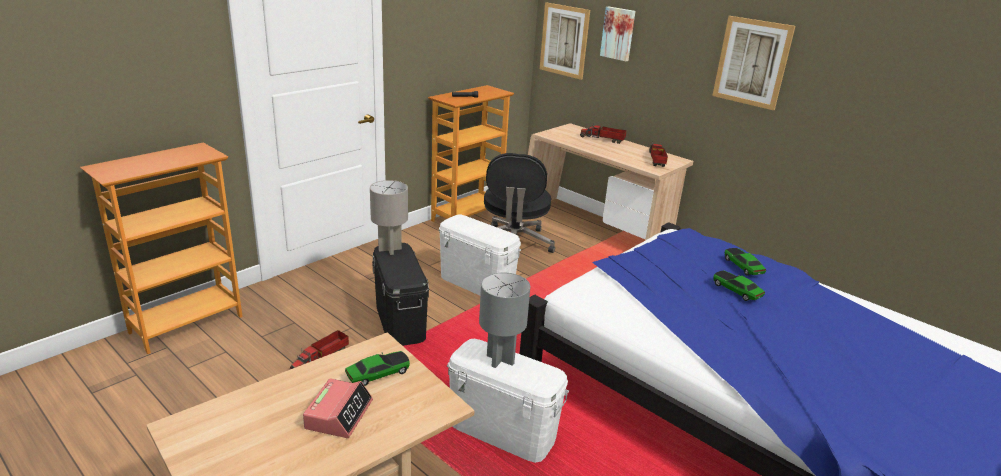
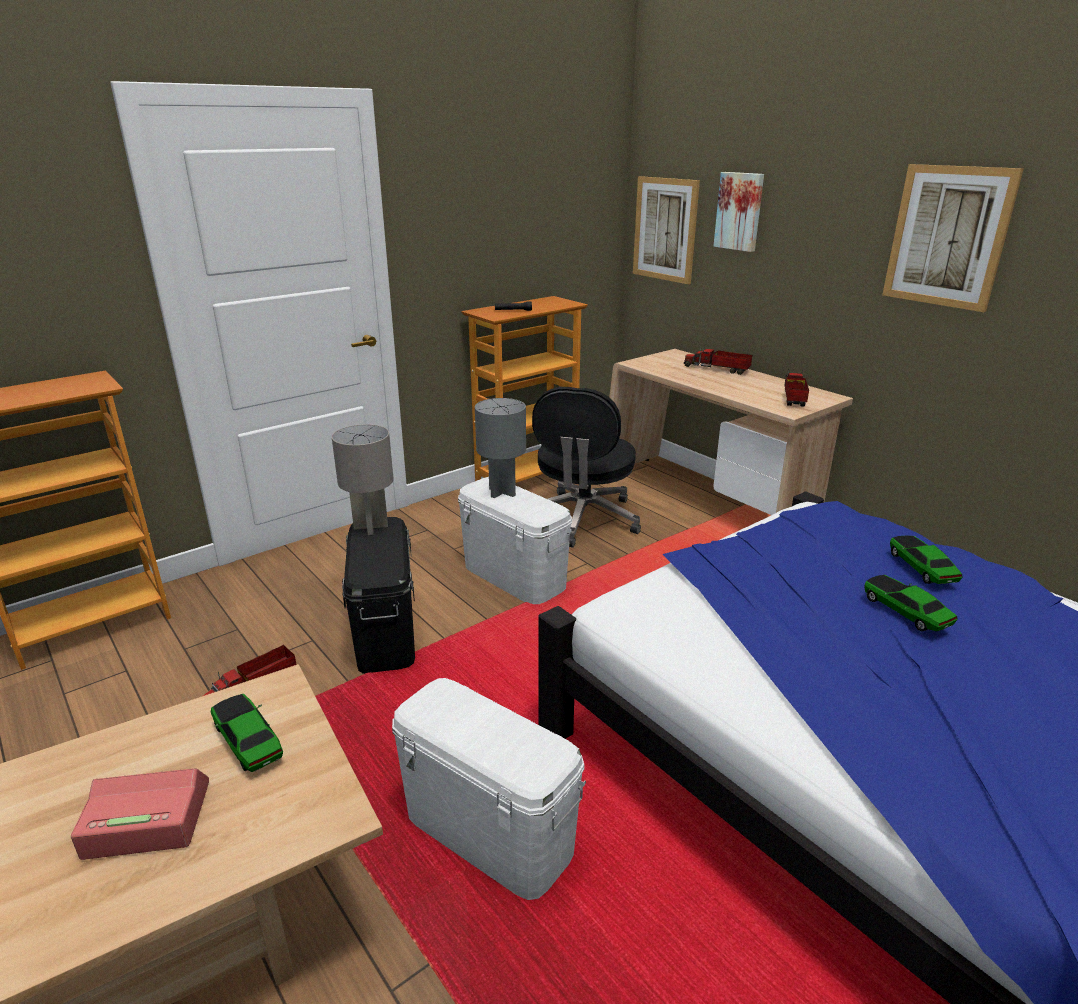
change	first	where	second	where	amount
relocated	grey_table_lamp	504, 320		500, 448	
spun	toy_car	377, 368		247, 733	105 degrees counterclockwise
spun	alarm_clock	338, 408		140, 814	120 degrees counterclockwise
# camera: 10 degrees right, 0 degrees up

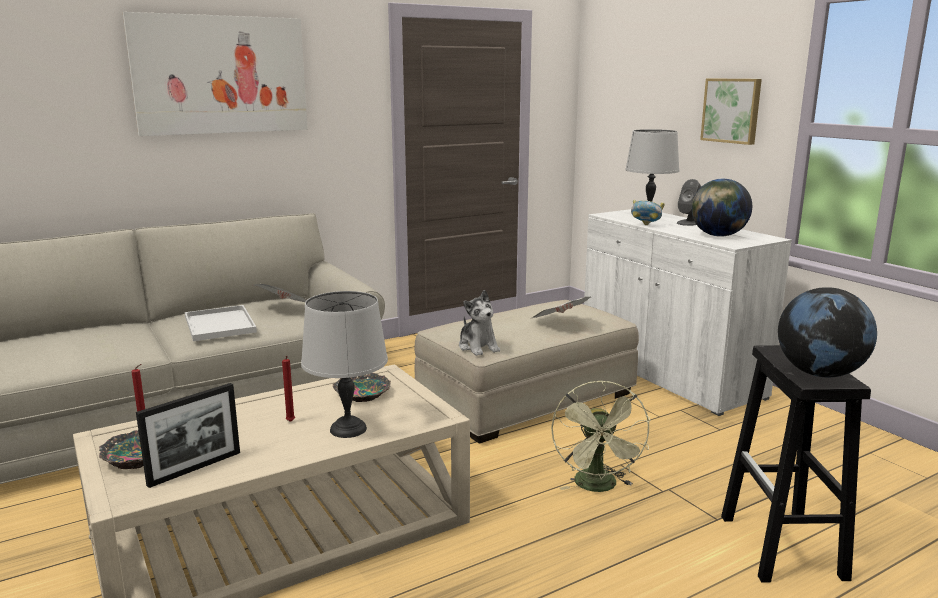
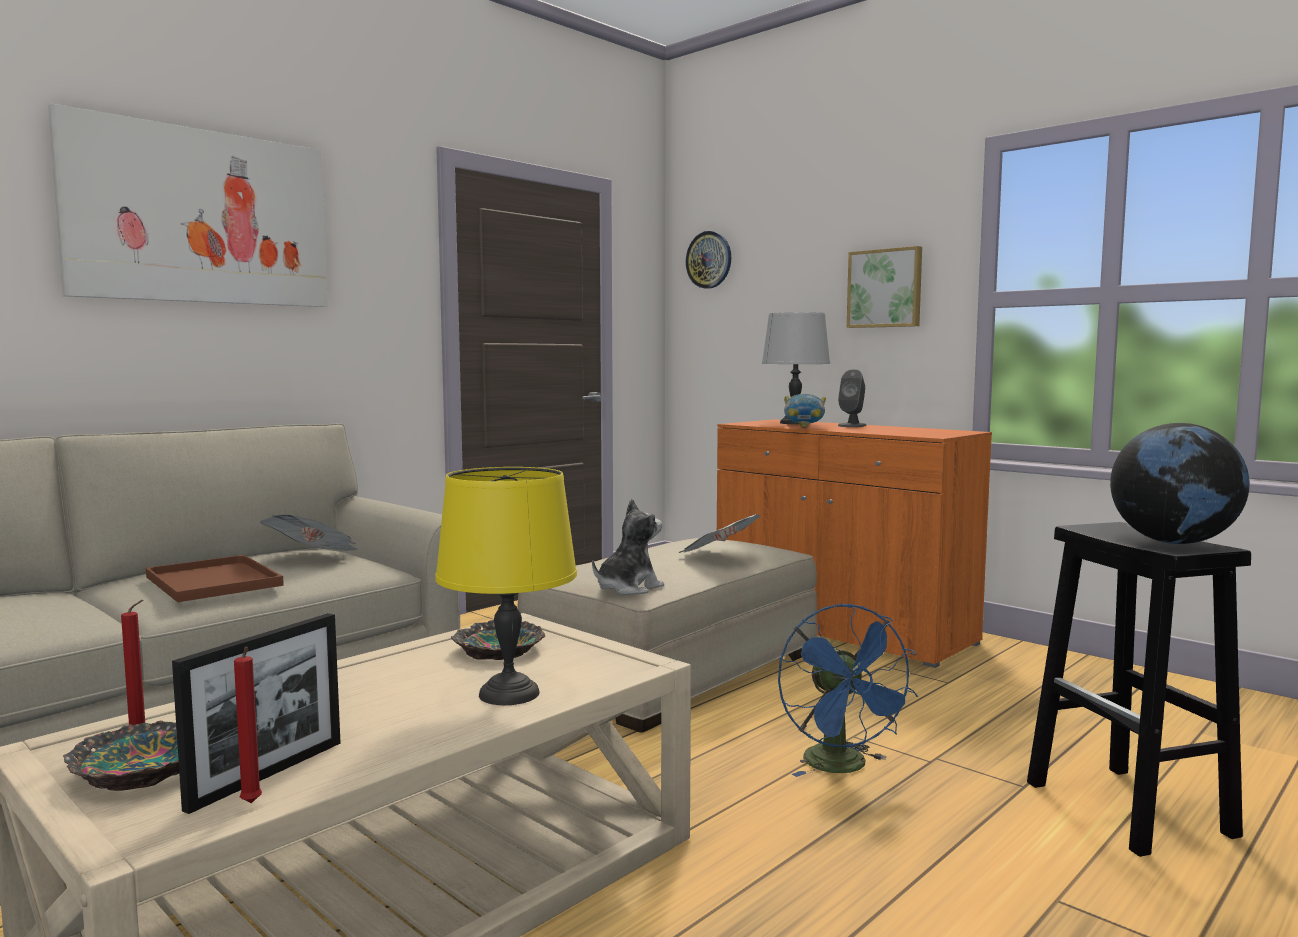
change	first	where	second	where	amount
missing	globe	721, 208			
colour	white_cabinet	688, 312	orange_cabinet	854, 543	
spun	plush_toy	479, 323		628, 547	90 degrees counterclockwise
colour	grey_table_lamp	344, 364	yellow_table_lamp	506, 586	
colour	white_tray	221, 323	brown_tray	215, 578	
relocated	red_candle	288, 389		248, 725	
colour	green_fan	601, 436	blue_fan	848, 690	
appeared			wall_clock	708, 260	
# camera: 15 degrees left, 10 degrees down

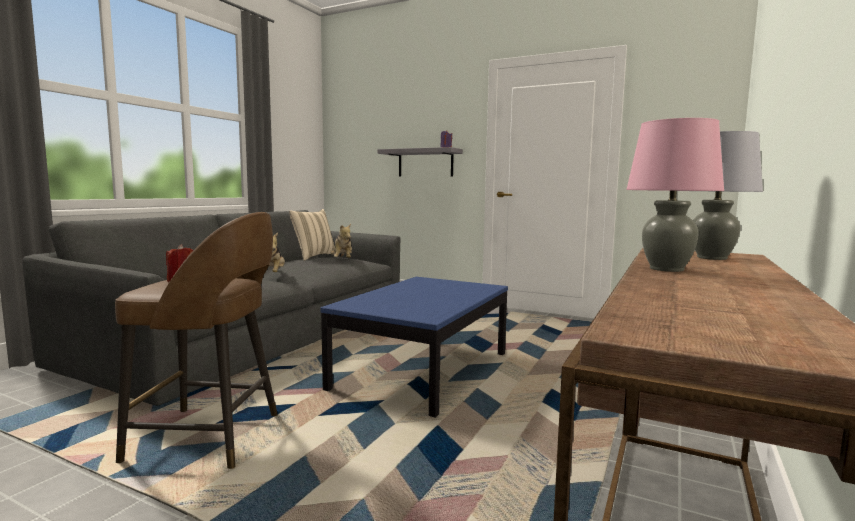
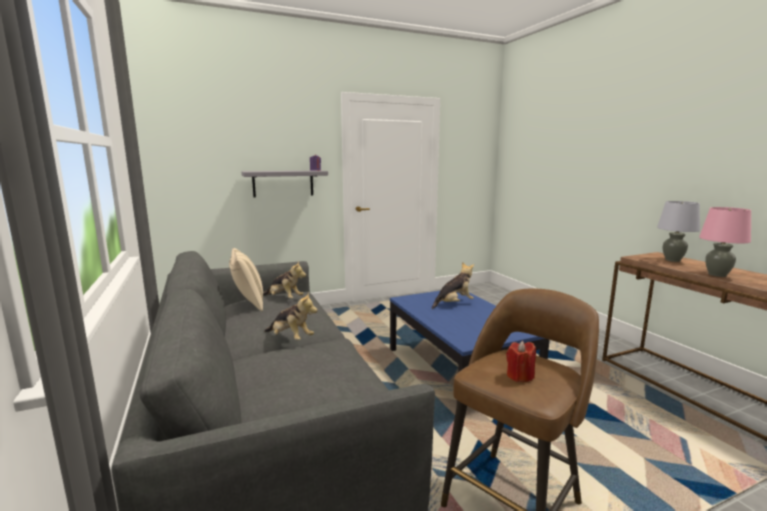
change	first	where	second	where	amount
appeared			plush_toy	453, 285	
# camera: 50 degrees left, 5 degrees up

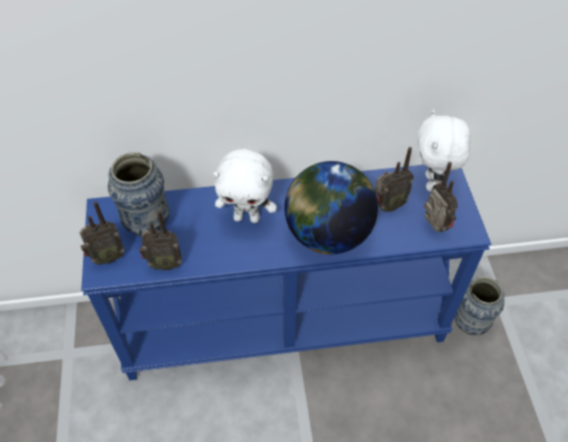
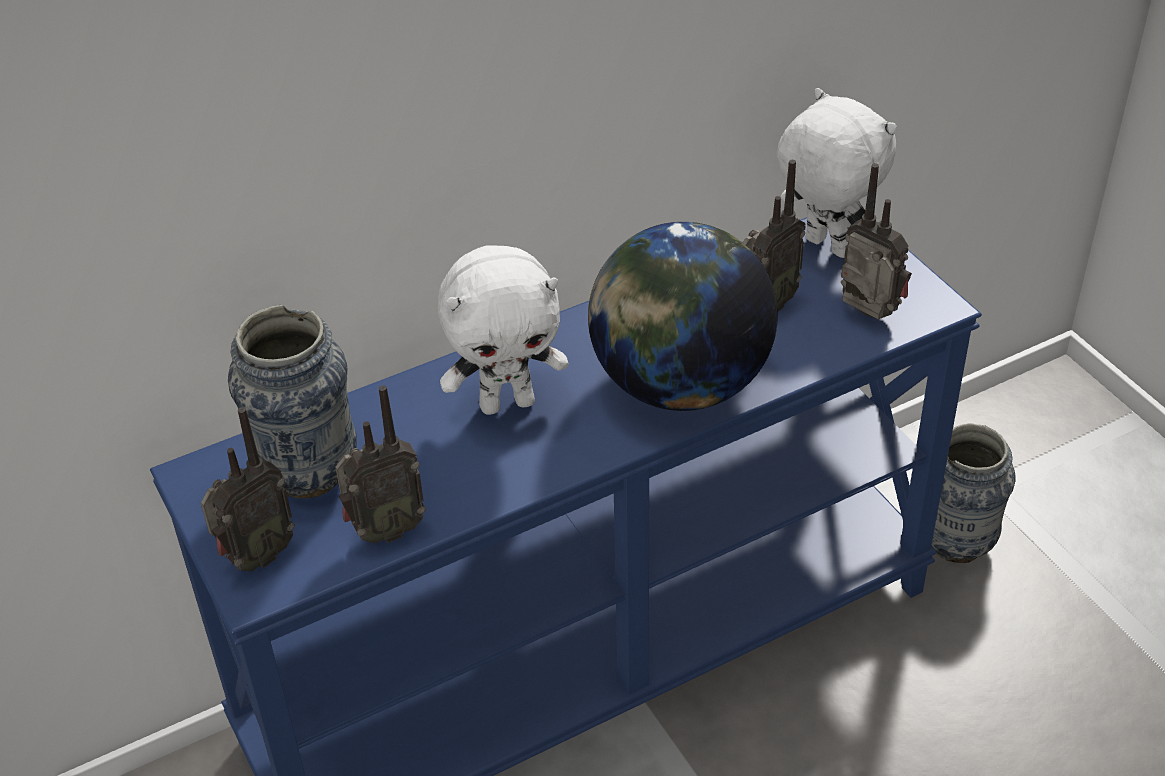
change	first	where	second	where	amount
spun	white_plush_toy	444, 150		836, 173	150 degrees clockwise
# camera: 20 degrees left, 10 degrees down

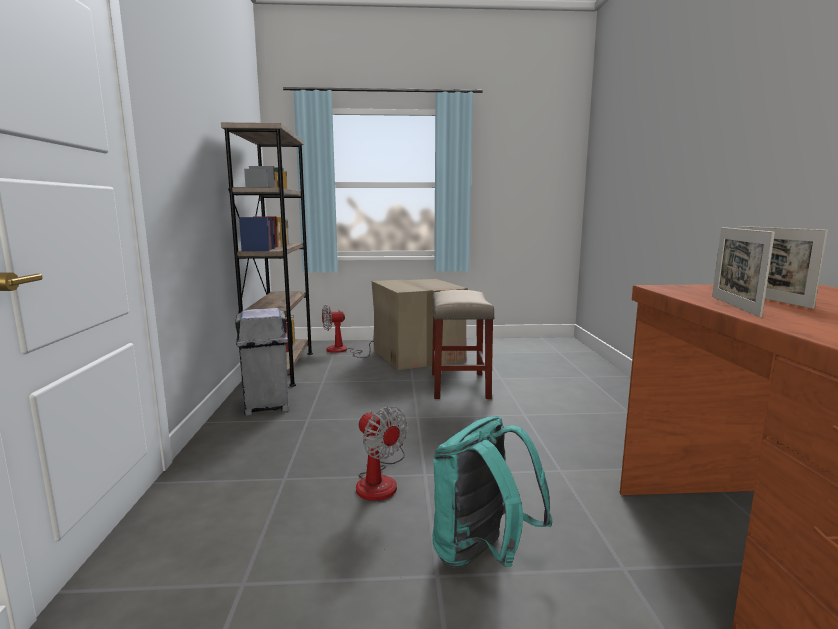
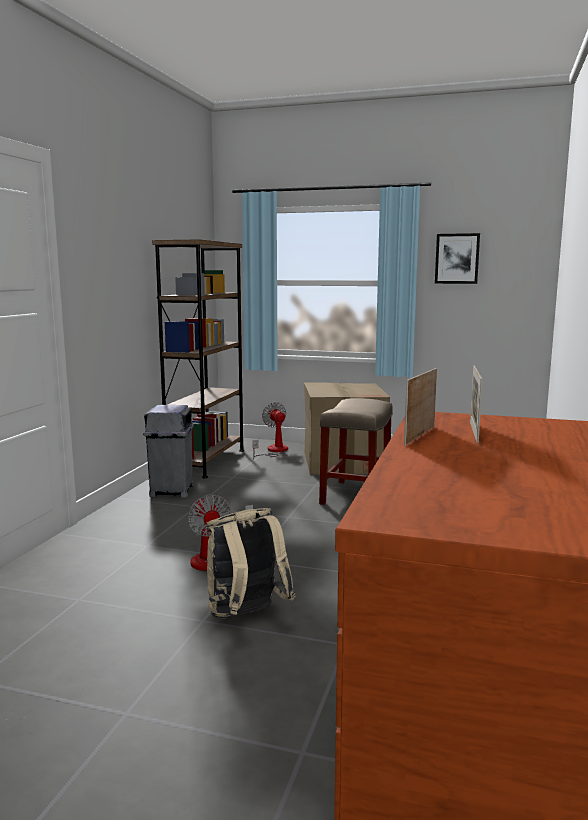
change	first	where	second	where	amount
spun	fan	348, 331		270, 430	60 degrees clockwise
colour	turquoise_backpack	492, 492	beige_backpack	250, 563	
appeared			picture	457, 258	
# camera: 20 degrees right, 0 degrees up

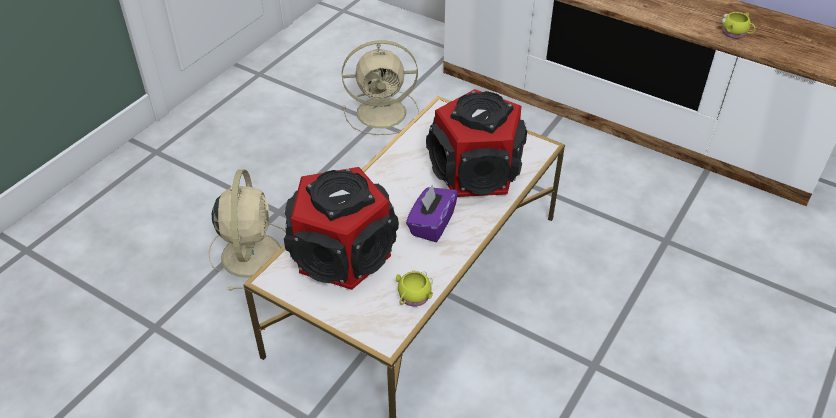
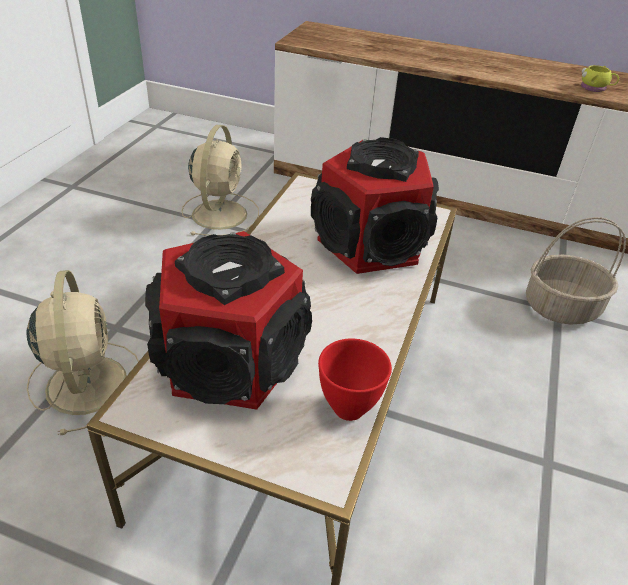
change	first	where	second	where	amount
spun	beige_fan	380, 87		220, 180	60 degrees counterclockwise
missing	purple_tissue_box	432, 213			
exchanged	yellow_mug	414, 288	red_bowl	355, 380	
appeared			basket	576, 270	
# camera: 15 degrees left, 5 degrees down

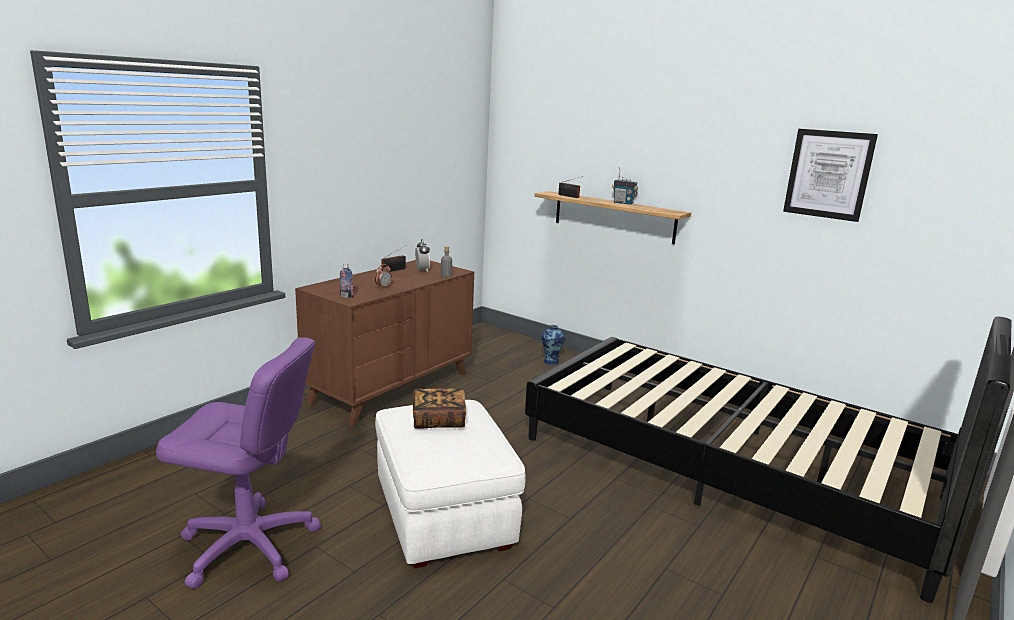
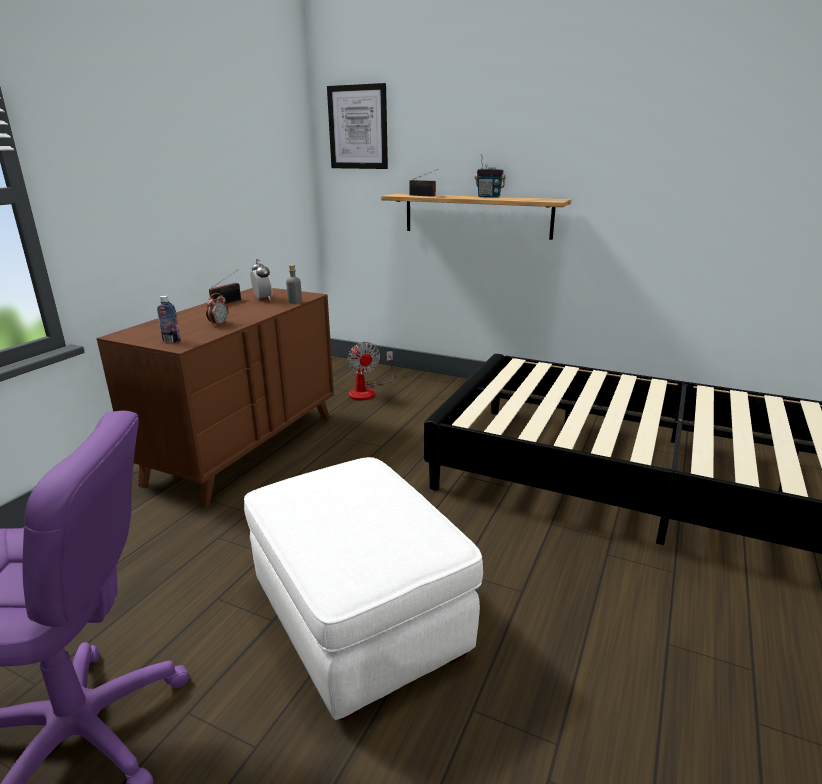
change	first	where	second	where	amount
relocated	picture	830, 175		357, 126	
missing	vase	553, 345			
missing	book	439, 408			
appeared			fan	370, 371	
# camera: 10 degrees left, 5 degrees up

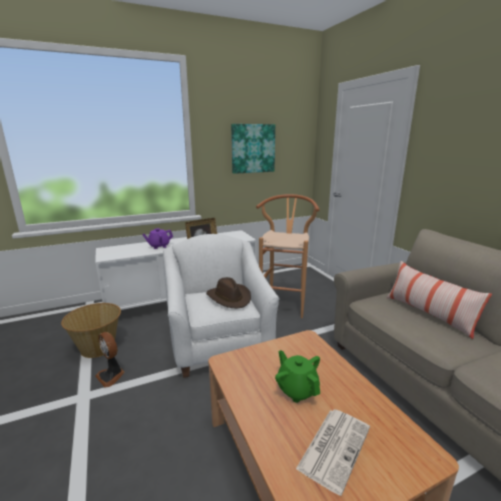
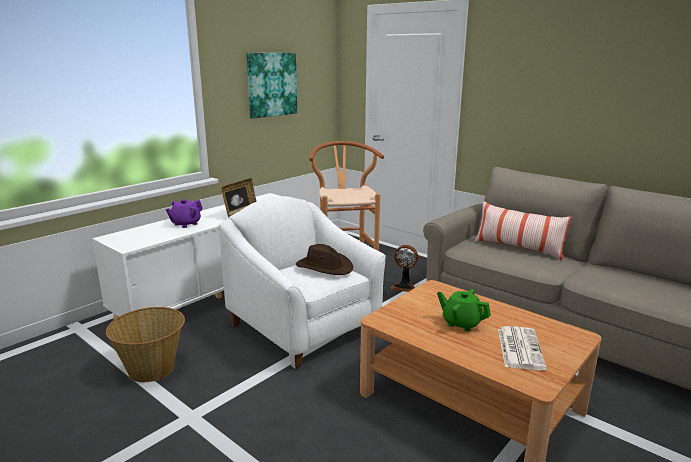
change	first	where	second	where	amount
relocated	fan	110, 360		404, 268	
# camera: 25 degrees left, 0 degrees up

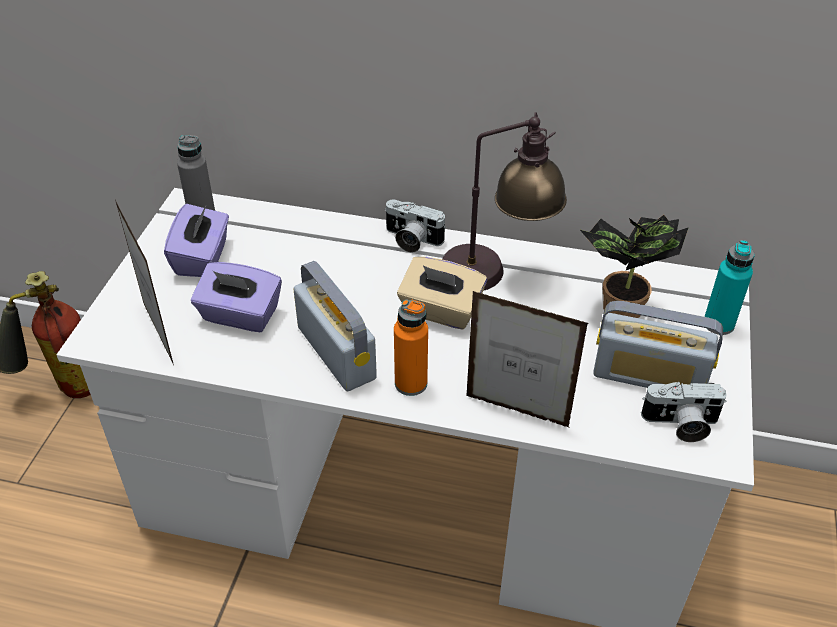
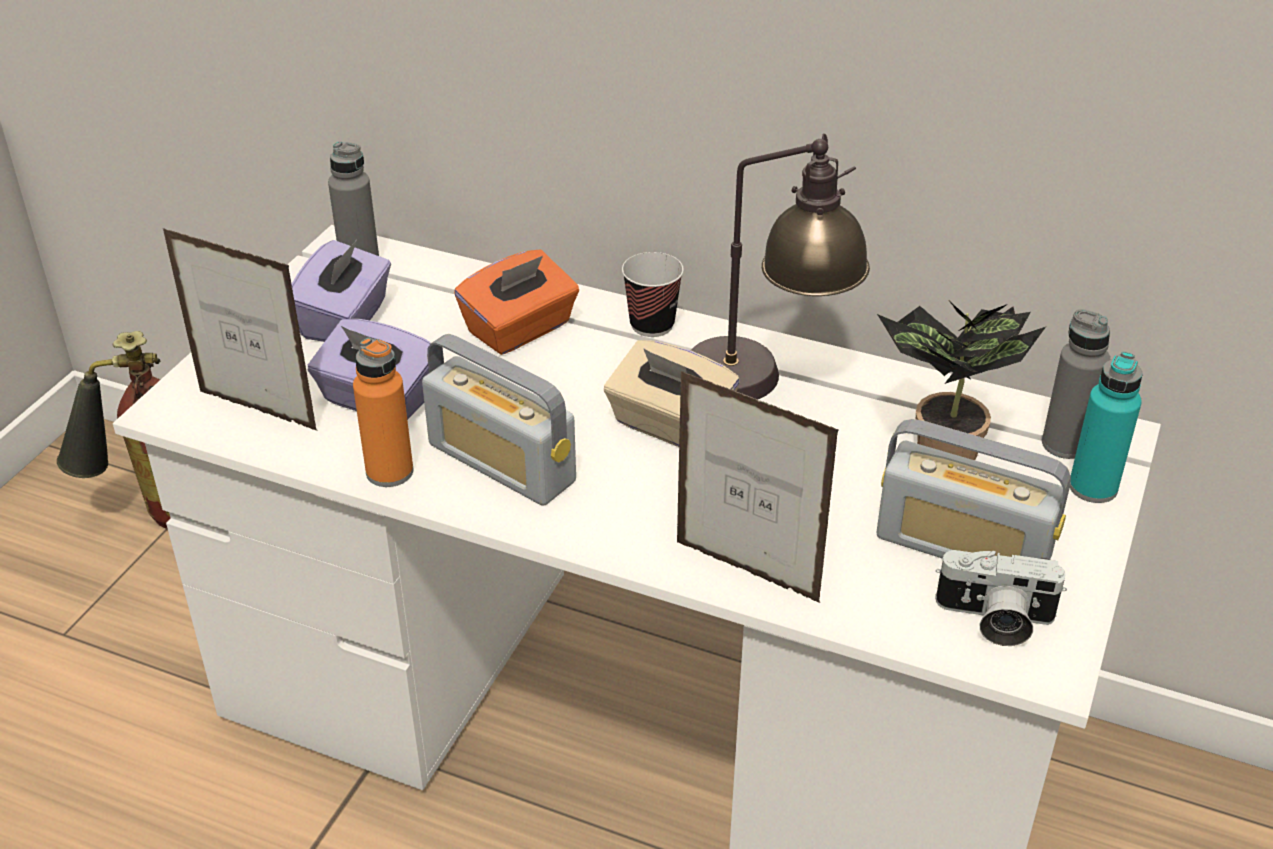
change	first	where	second	where	amount
spun	picture_frame	144, 282		240, 329	135 degrees clockwise
exchanged	photo_camera	415, 226	cup	653, 294	
spun	radio	335, 326		499, 420	150 degrees clockwise
relocated	orange_bottle	411, 347		383, 412	
appeared			orange_tissue_box	516, 302	
appeared			grey_bottle	1076, 384	
# camera: 10 degrees right, 5 degrees down

